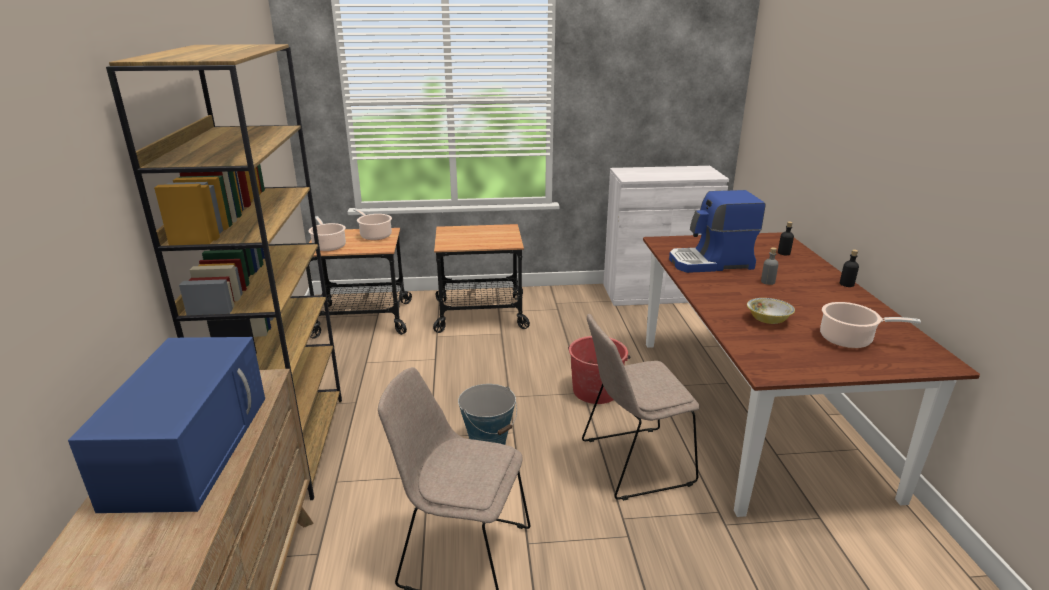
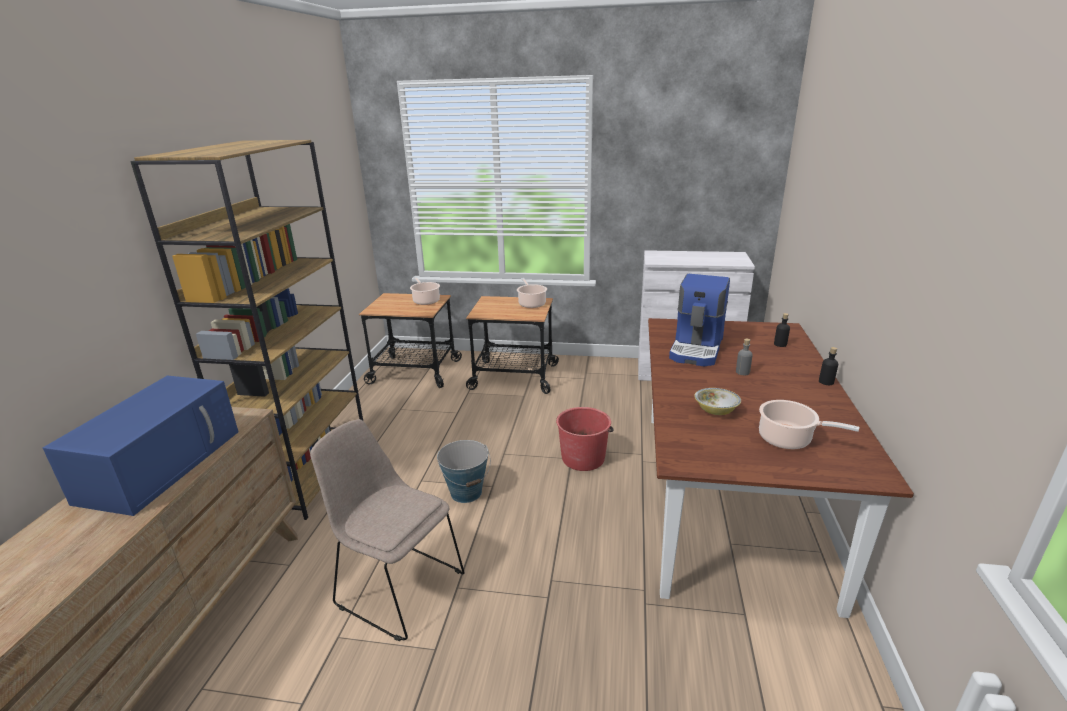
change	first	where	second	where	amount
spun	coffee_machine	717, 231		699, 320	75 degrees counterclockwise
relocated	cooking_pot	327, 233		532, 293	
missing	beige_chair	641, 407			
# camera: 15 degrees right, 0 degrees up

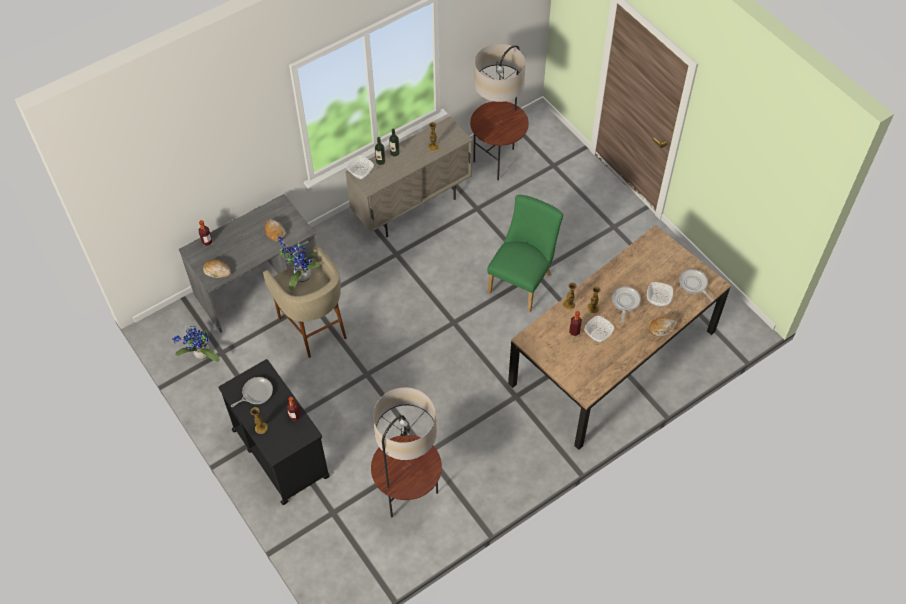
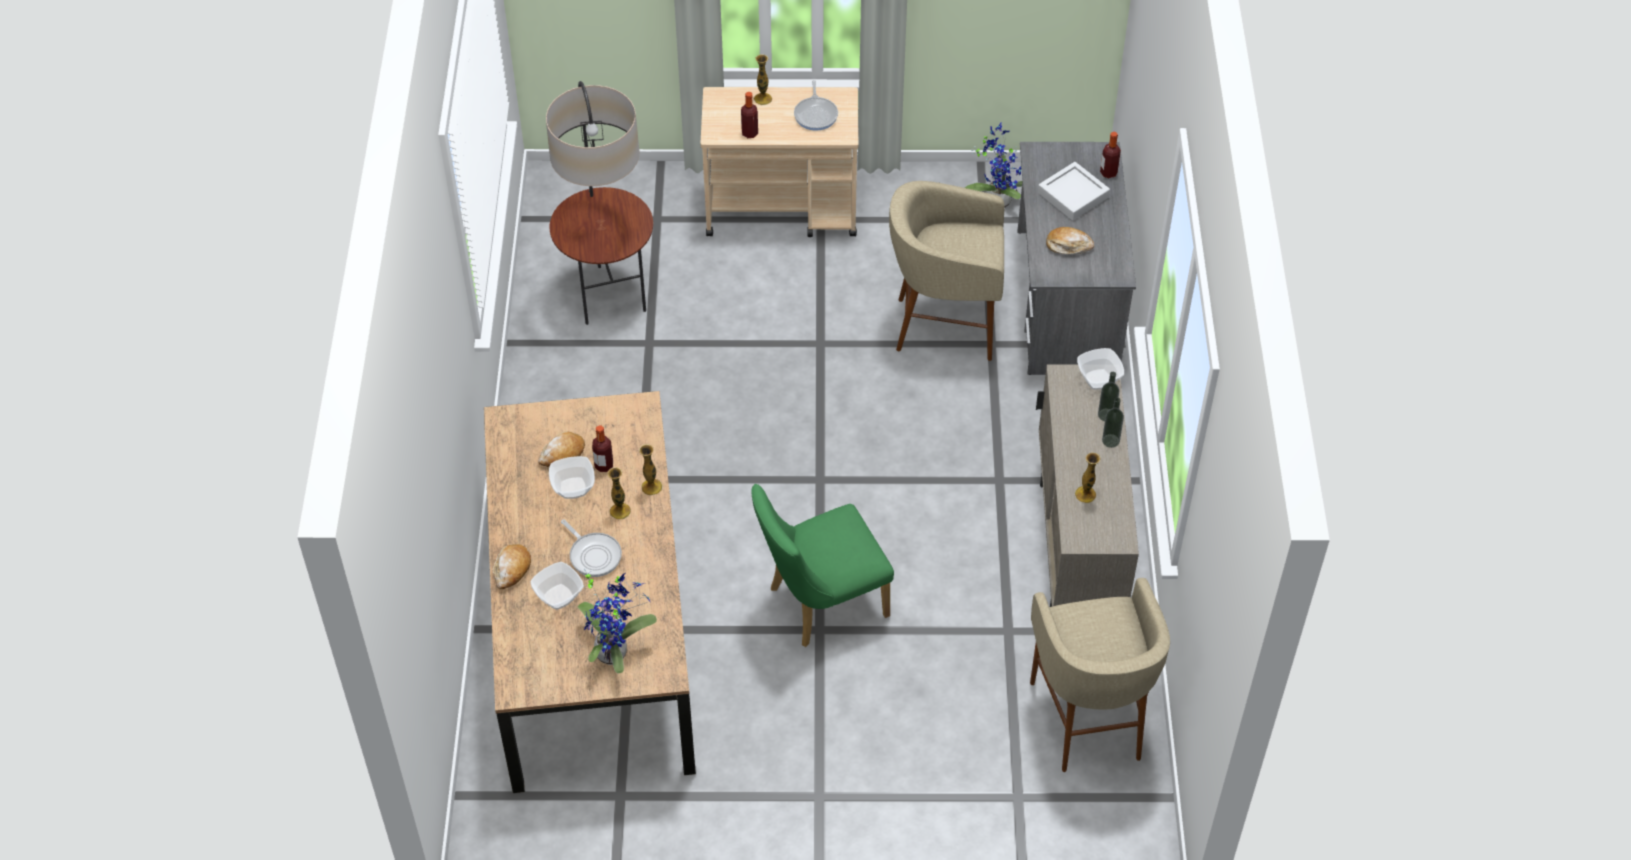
change	first	where	second	where	amount
exchanged	floor_lamp	499, 112	beige_stool	1100, 675	
spun	green_chair	525, 253		823, 565	90 degrees clockwise
relocated	potted_plant	299, 263		617, 621	
relocated	bread	217, 269		561, 449	
missing	frying_pan	696, 285			
colour	black_cart	274, 432	beige_cart	780, 162	
appeared			grey_tray	1074, 191	
# camera: 125 degrees right, 5 degrees down

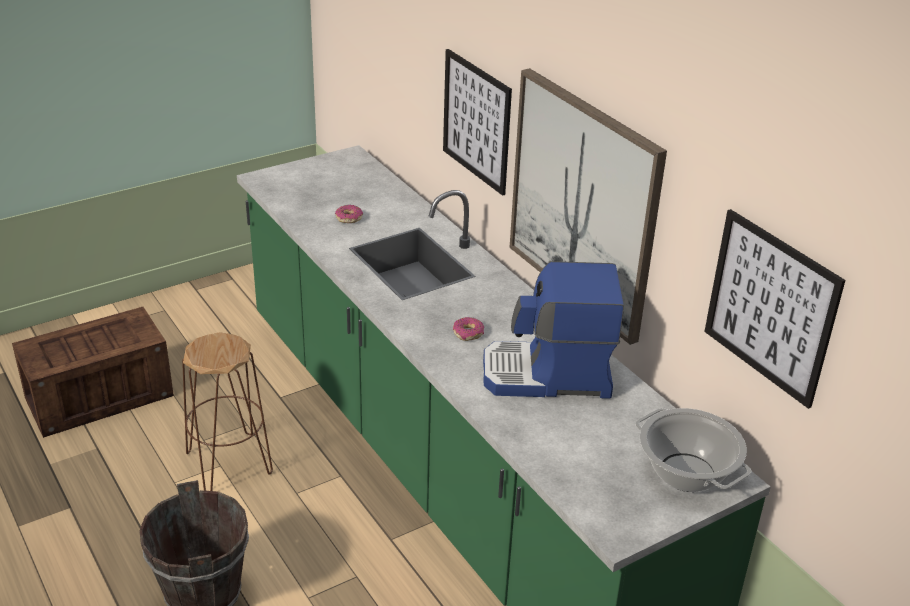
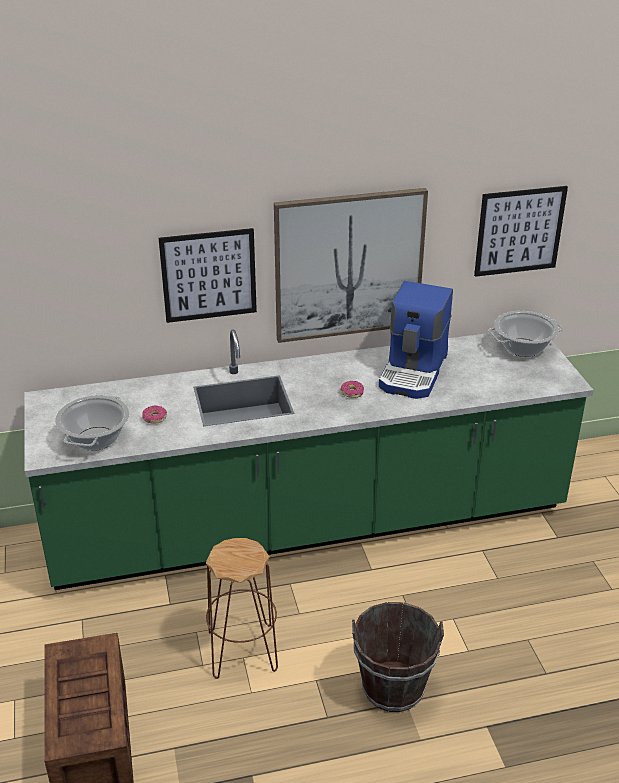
change	first	where	second	where	amount
appeared			cooking_pot	92, 423	
# camera: 70 degrees left, 0 degrees up

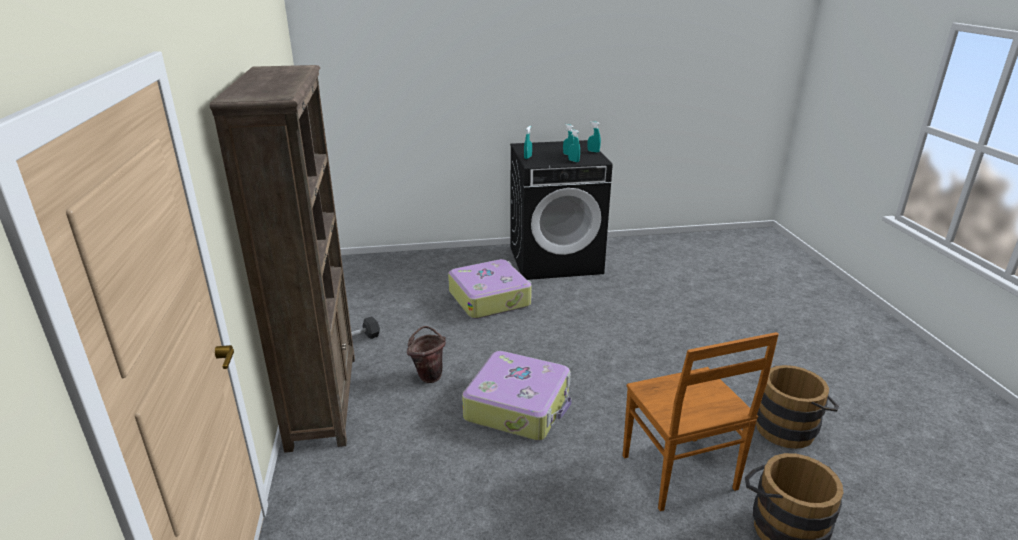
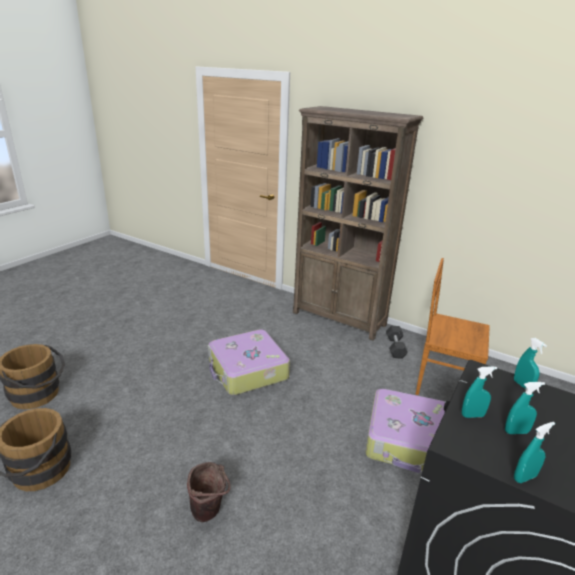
change	first	where	second	where	amount
relocated	brown_bucket	426, 354		209, 492	
relocated	brown_chair	701, 421		453, 326	
# camera: 130 degrees right, 0 degrees up

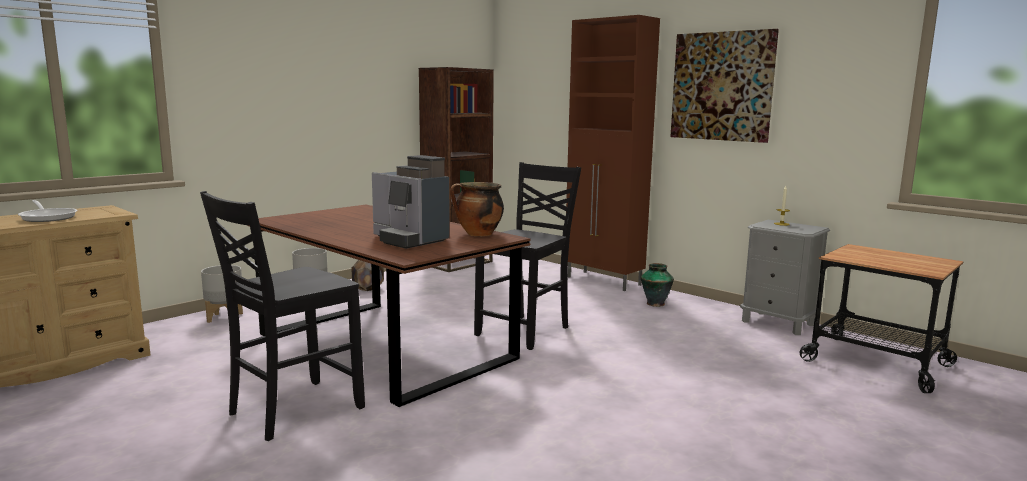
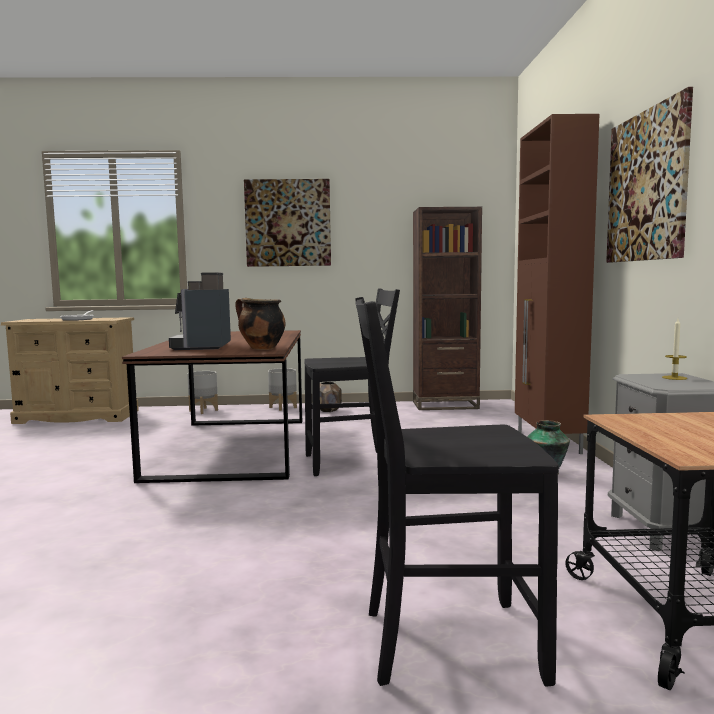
change	first	where	second	where	amount
relocated	black_chair	282, 316		457, 491	
appeared			picture	287, 223	
# camera: 45 degrees right, 5 degrees down

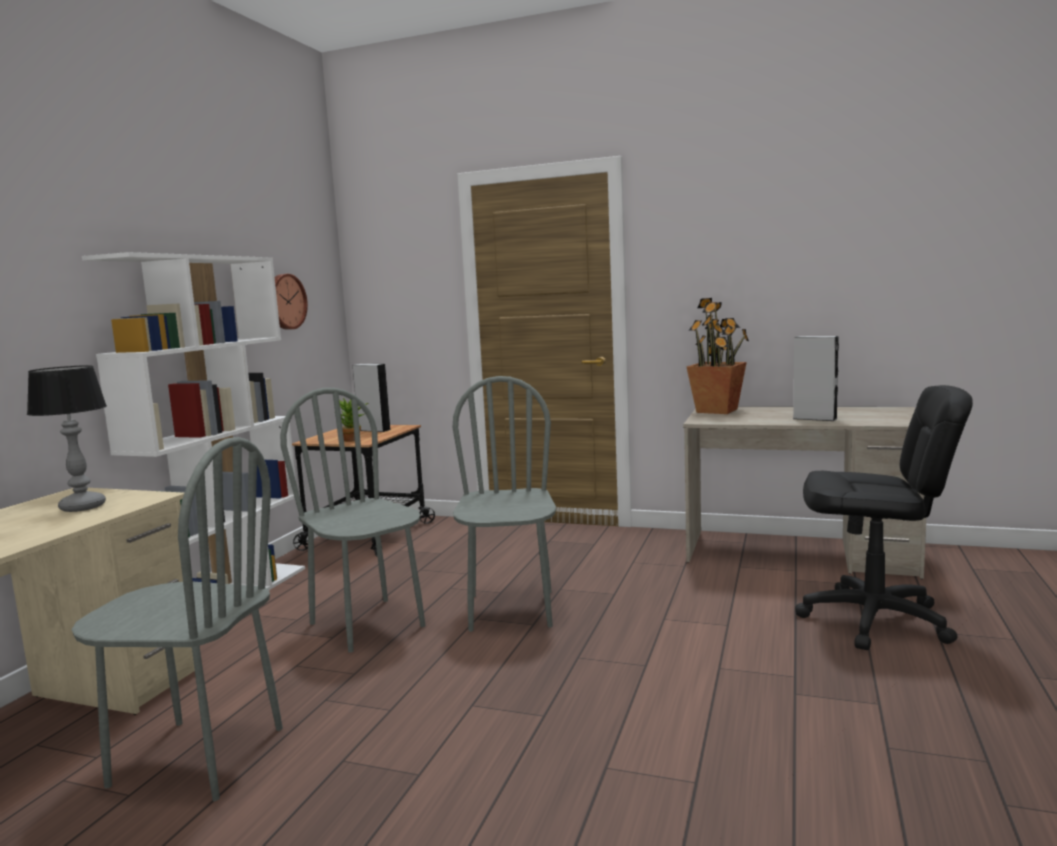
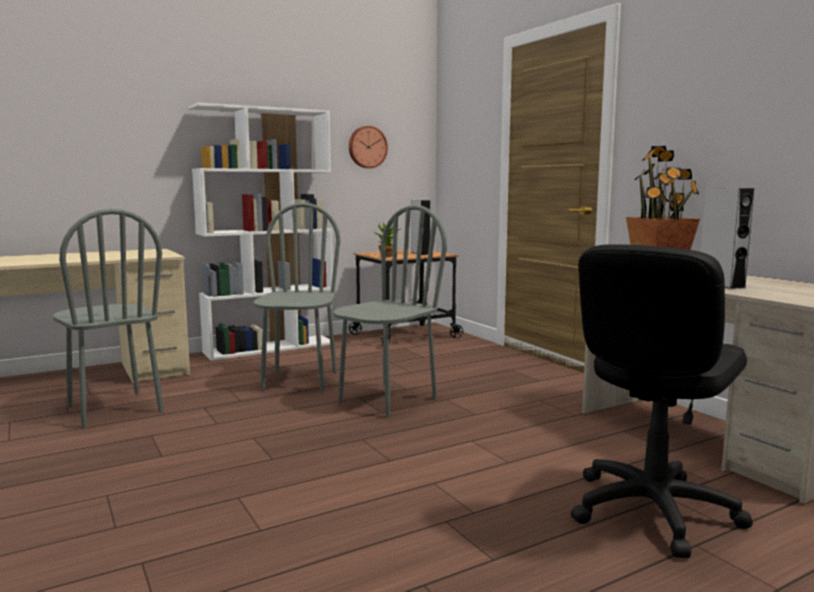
change	first	where	second	where	amount
missing	table_lamp	67, 438			
spun	black_office_chair	884, 517		662, 401	75 degrees clockwise
# camera: 40 degrees right, 0 degrees up

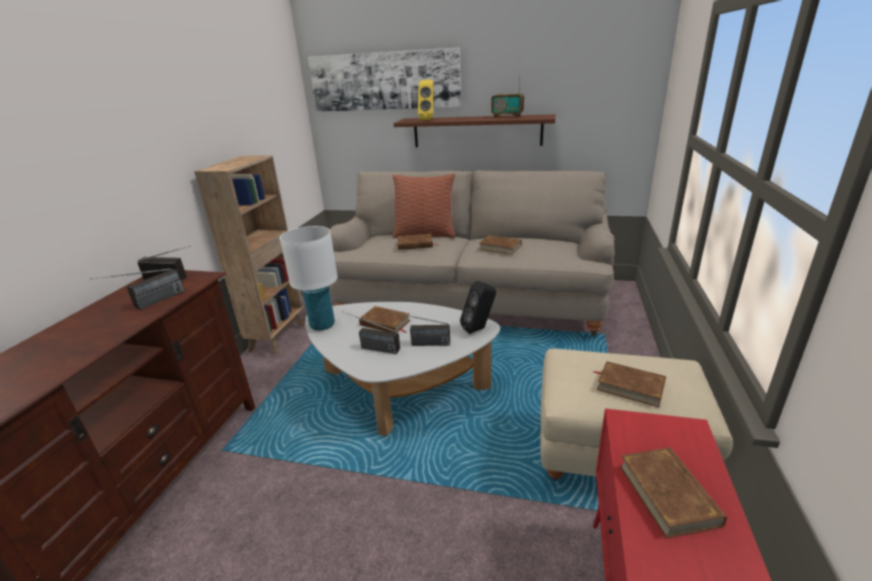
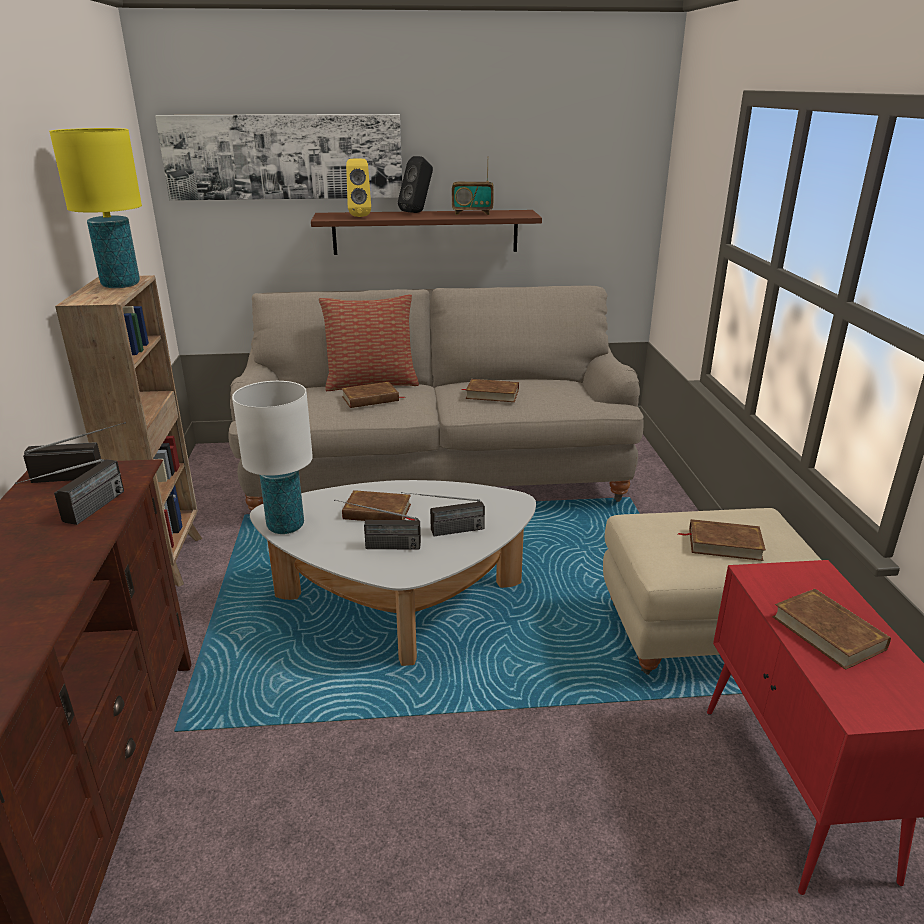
change	first	where	second	where	amount
relocated	black_speaker	478, 307		415, 184	
appeared			yellow_table_lamp	95, 208	
# camera: 20 degrees left, 0 degrees up

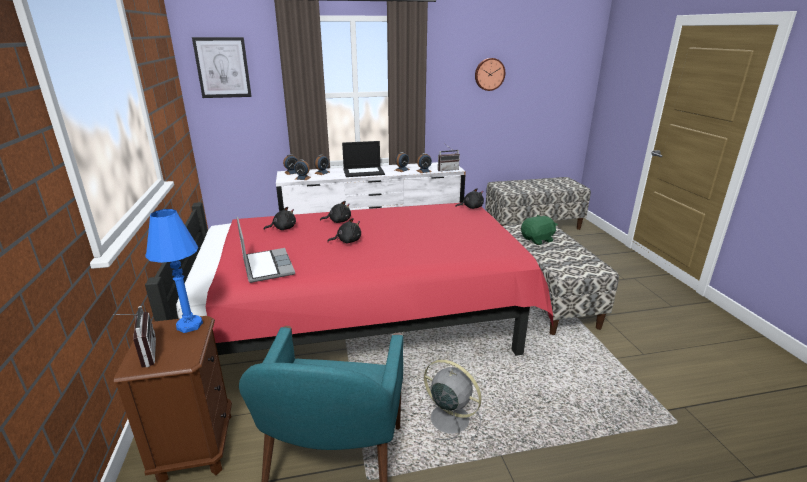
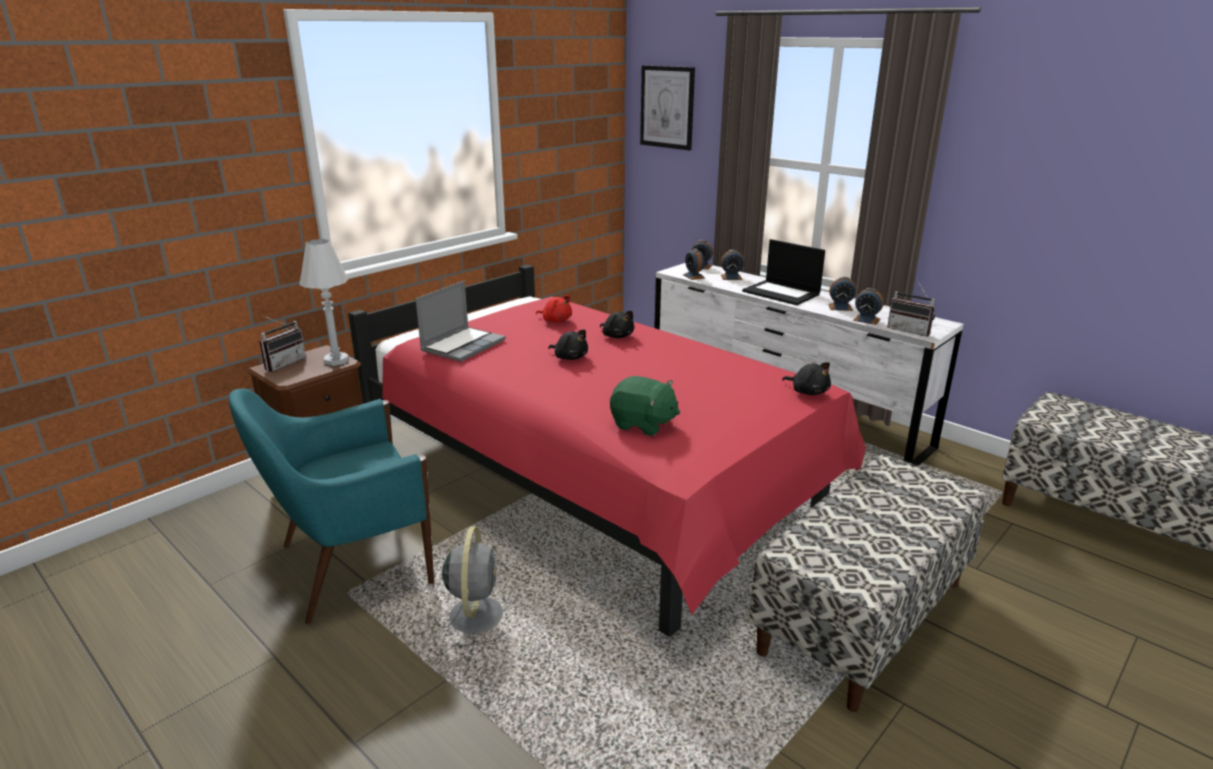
change	first	where	second	where	amount
missing	wall_clock	490, 74			
colour	black_plush_toy	280, 218	red_plush_toy	554, 309	
colour	blue_table_lamp	174, 271	white_table_lamp	324, 302	
relocated	green_plush_toy	539, 230		645, 406	
# camera: 55 degrees right, 0 degrees up

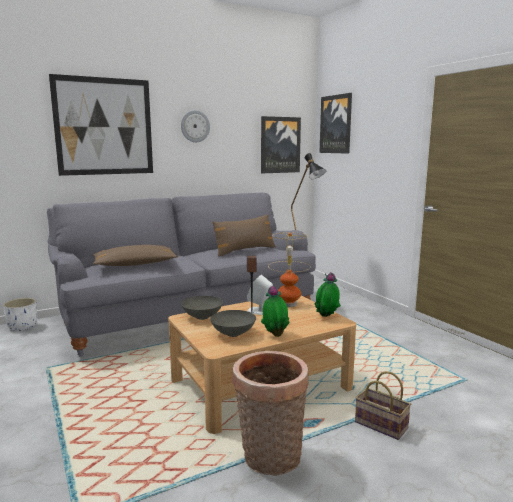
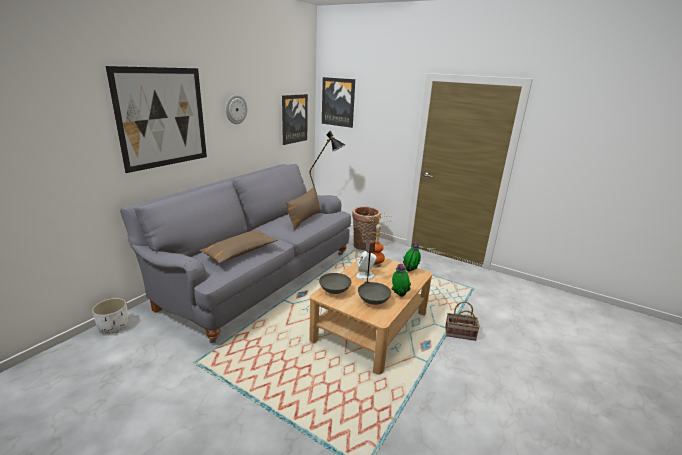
change	first	where	second	where	amount
relocated	basket	270, 413		366, 228	
# camera: 30 degrees left, 10 degrees up

